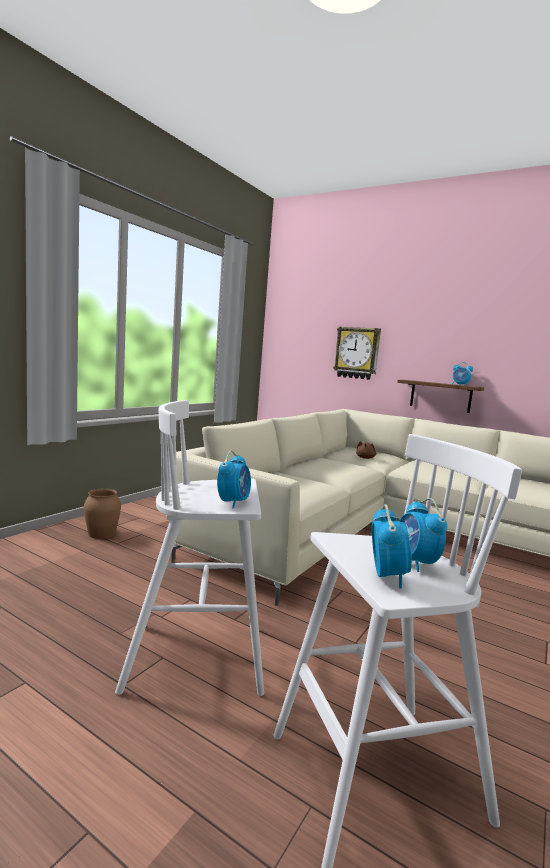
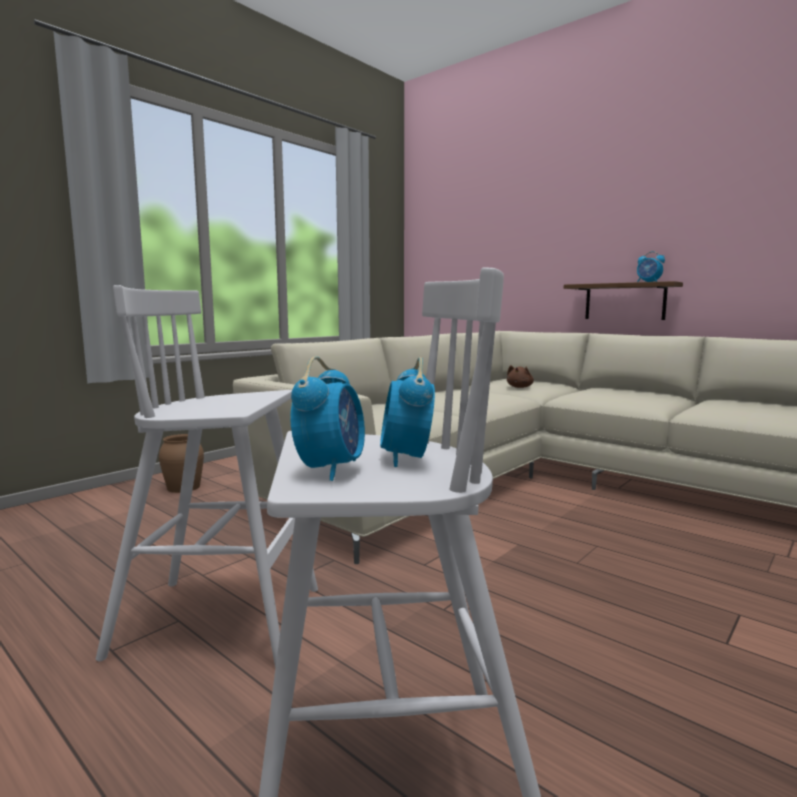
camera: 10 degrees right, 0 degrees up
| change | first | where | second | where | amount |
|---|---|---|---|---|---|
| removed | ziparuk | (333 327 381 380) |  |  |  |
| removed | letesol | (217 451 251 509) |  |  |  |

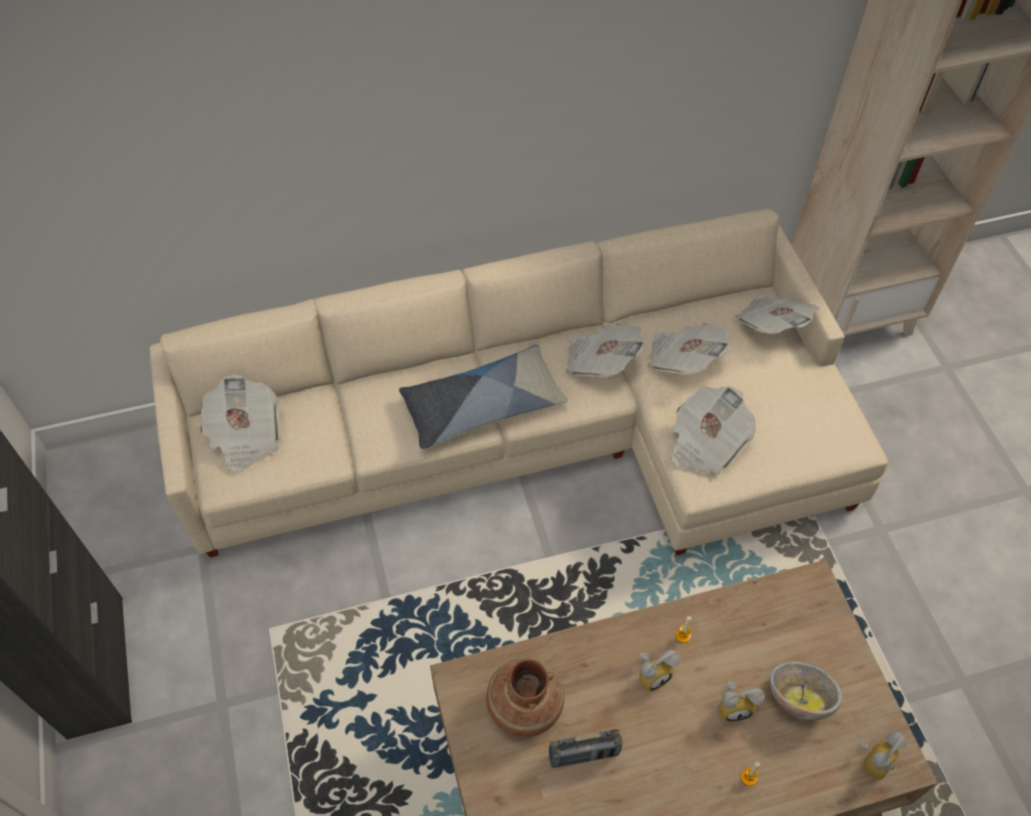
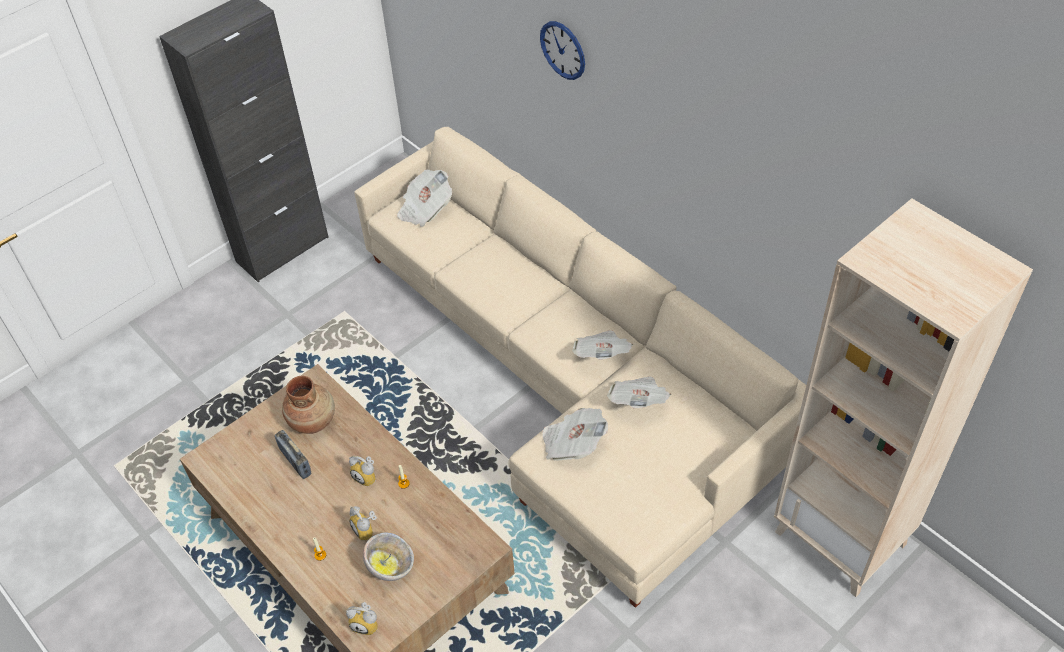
camera: 65 degrees right, 5 degrees down
| change | first | where | second | where | amount |
|---|---|---|---|---|---|
| removed | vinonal | (735 294 820 334) |  |  |  |
| removed | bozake | (399 344 568 449) |  |  |  |
| added |  |  | ziparuk | (540 21 585 80) |  |

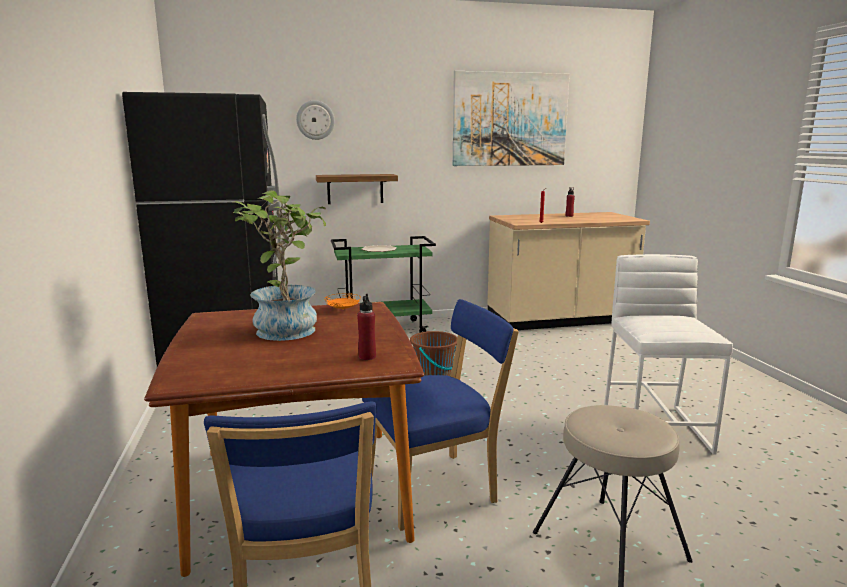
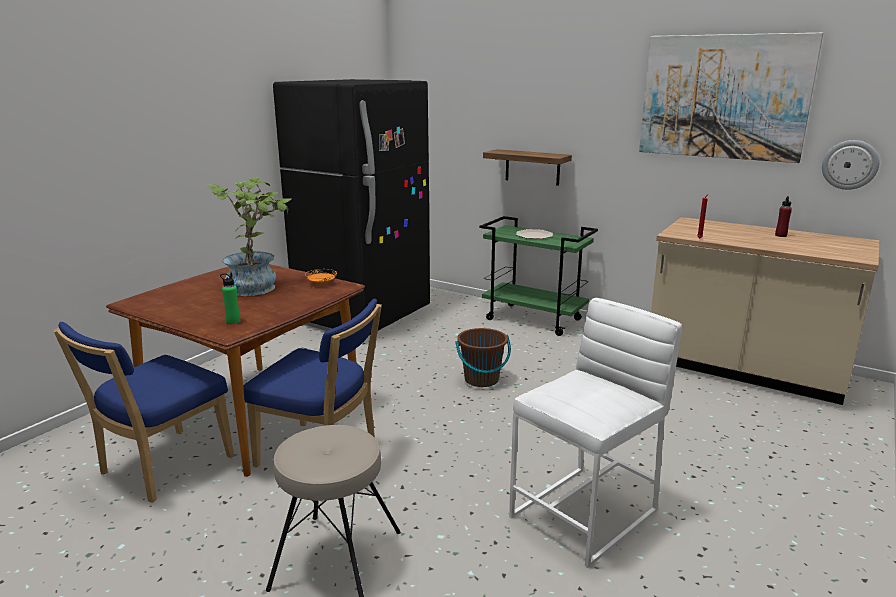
camera: 45 degrees right, 5 degrees up
| change | first | where | second | where | amount |
|---|---|---|---|---|---|
| moved | ziparuk | (296 100 335 140) |  | (822 140 880 190) |  |
| recoloured | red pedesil | (357 294 376 360) | green pedesil | (220 272 240 324) |  |

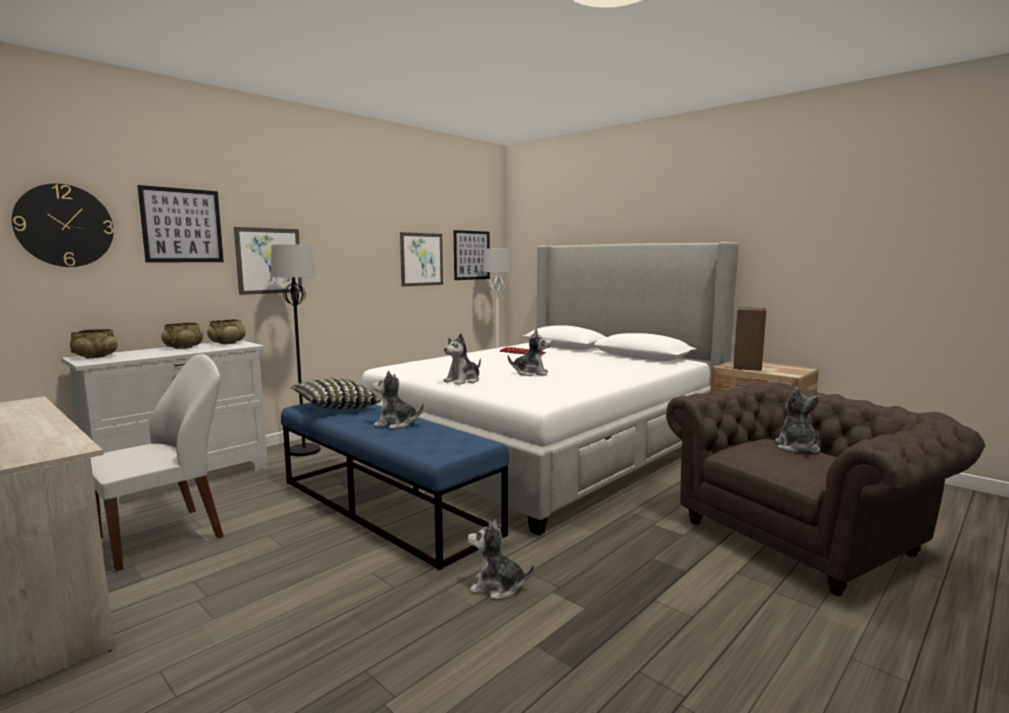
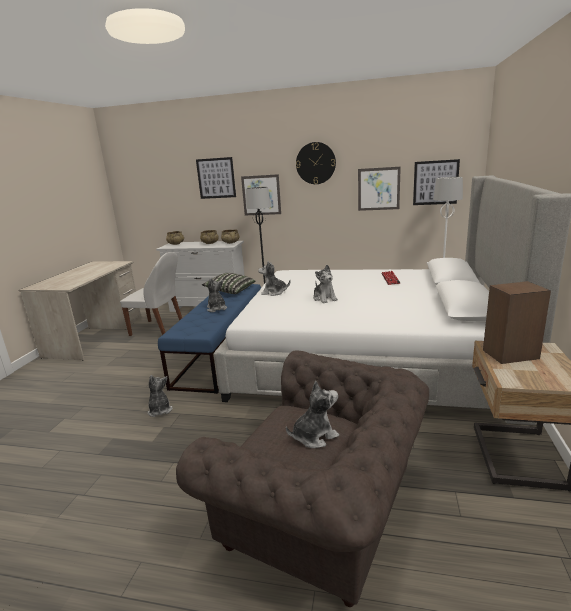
camera: 60 degrees right, 10 degrees up
| change | first | where | second | where | amount |
|---|---|---|---|---|---|
| moved | ziparuk | (12 184 114 267) |  | (296 142 336 184) |  |

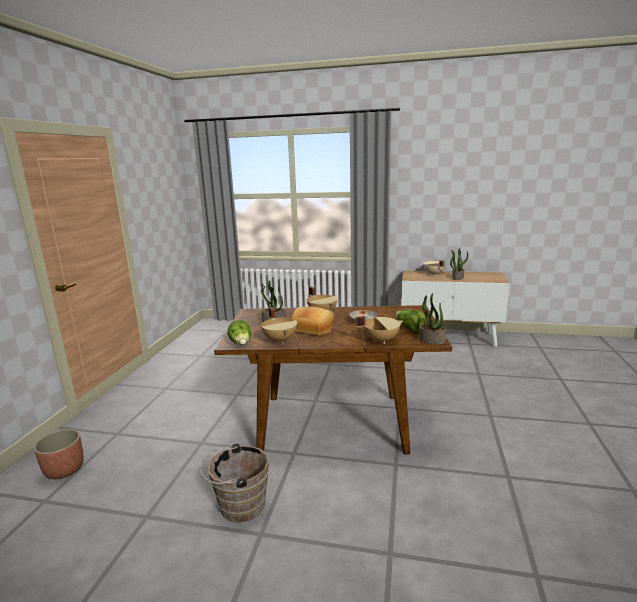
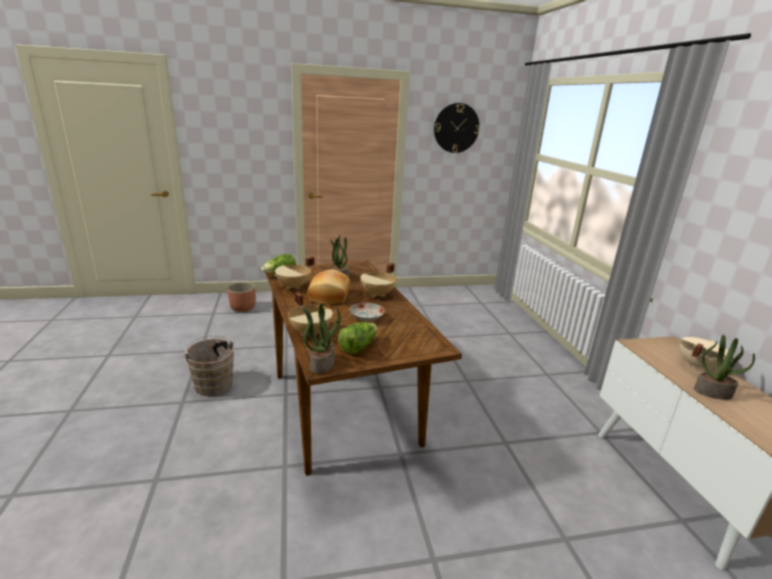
camera: 65 degrees right, 5 degrees up
| change | first | where | second | where | amount |
|---|---|---|---|---|---|
| added |  |  | ziparuk | (434 103 480 153) |  |

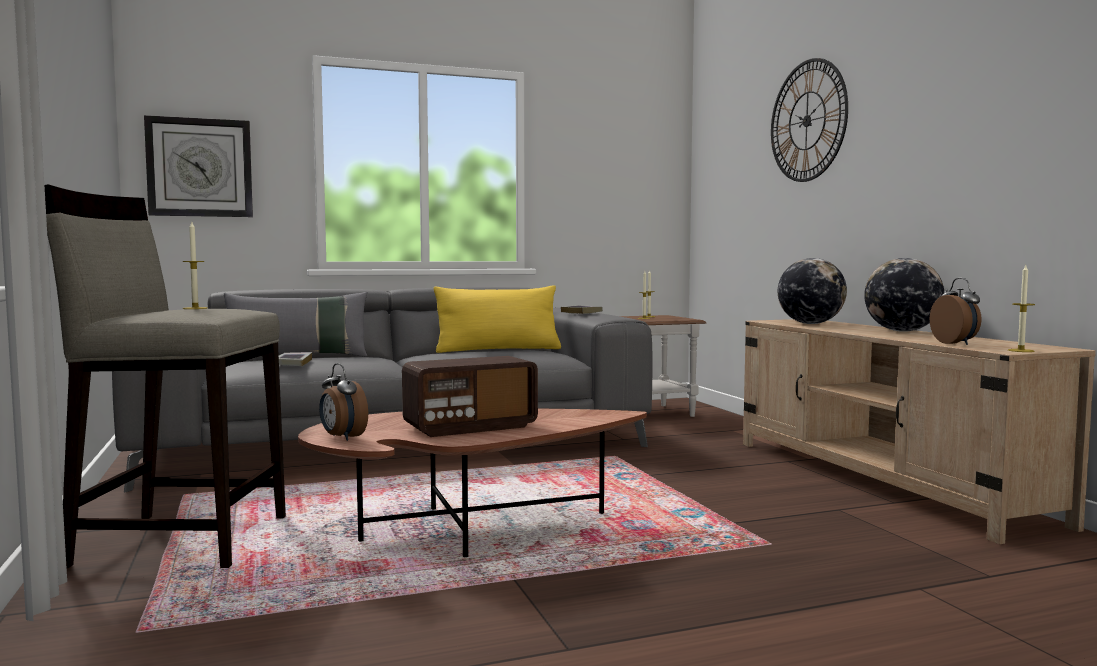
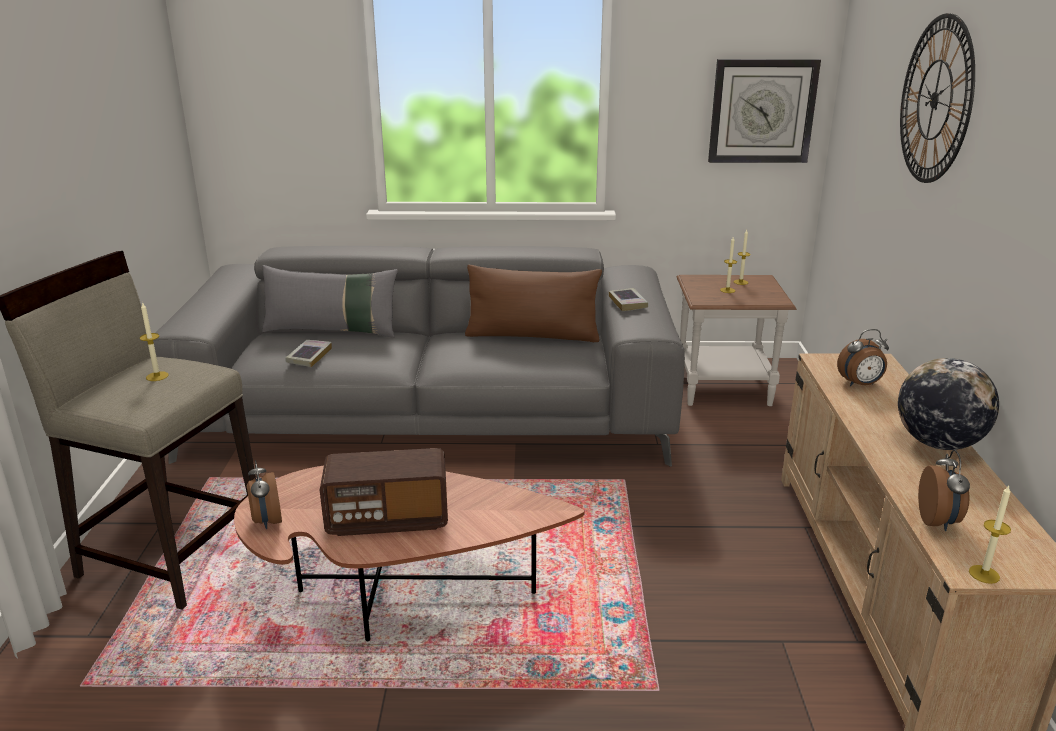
camera: 20 degrees right, 20 degrees up
| change | first | where | second | where | amount |
|---|---|---|---|---|---|
| moved | ziparuk | (144 115 253 217) |  | (708 59 821 163) |  |
| replaced | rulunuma | (778 258 847 324) | letesol | (837 329 889 387) |  |
| recoloured | yellow bozake | (434 285 561 353) | brown bozake | (465 265 602 342) |  |

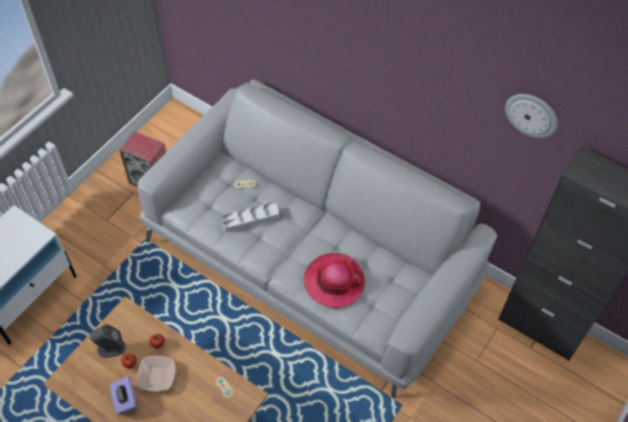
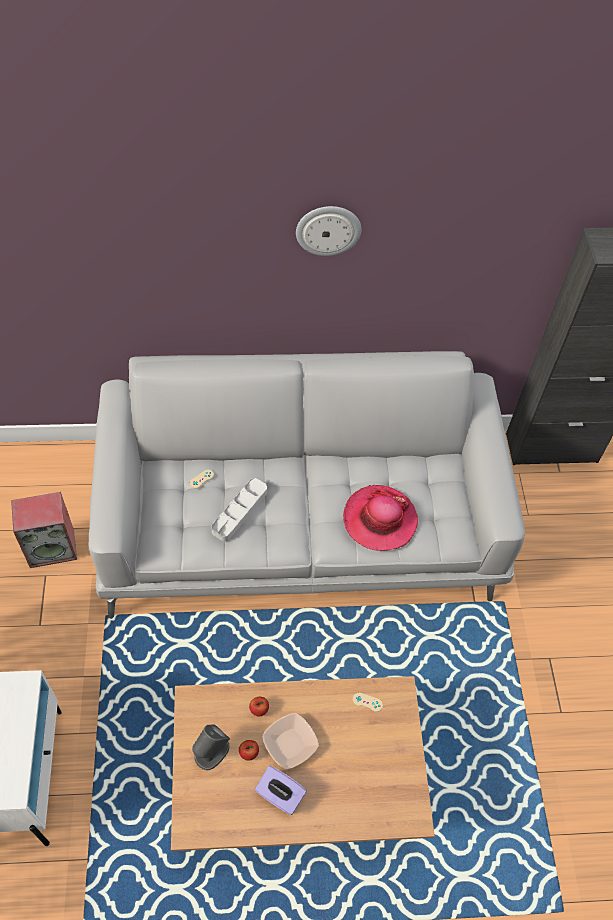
camera: 40 degrees left, 0 degrees up
| change | first | where | second | where | amount |
|---|---|---|---|---|---|
| moved | ziparuk | (505 94 558 138) |  | (296 206 362 256) |  |

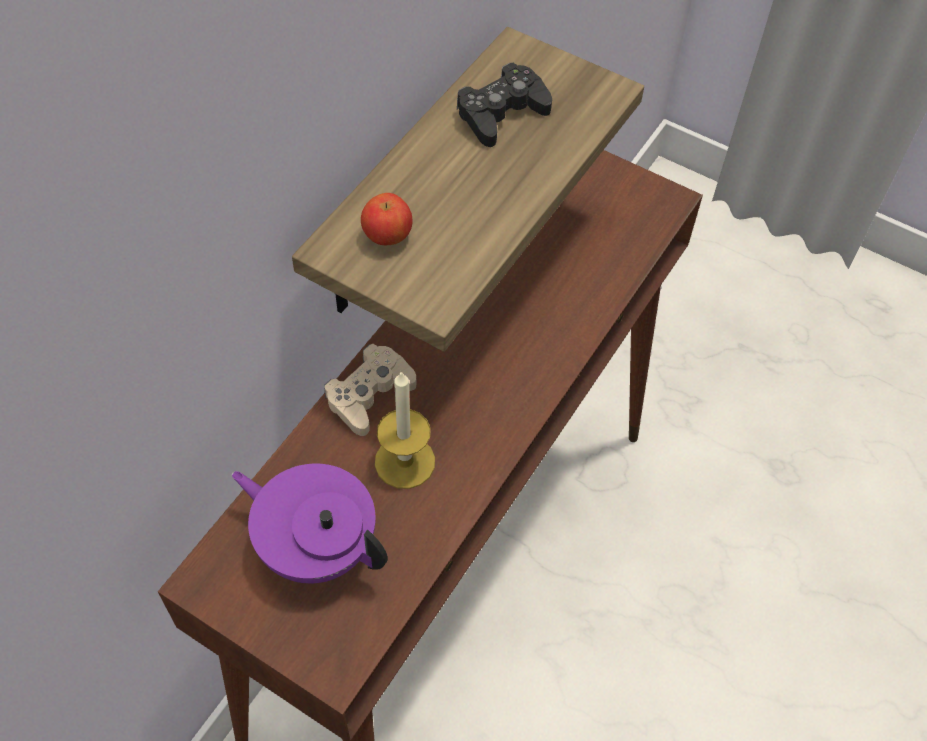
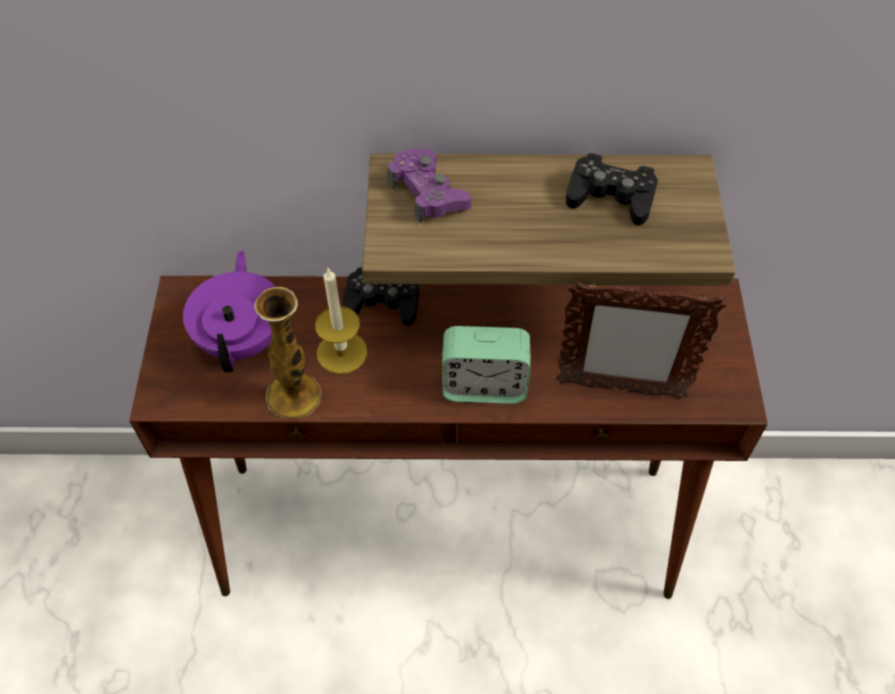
camera: 60 degrees right, 0 degrees up
| change | first | where | second | where | amount |
|---|---|---|---|---|---|
| replaced | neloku | (361 193 413 245) | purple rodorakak | (387 148 471 223) |  |
| recoloured | beige rodorakak | (324 344 416 436) | black rodorakak | (343 267 420 326) |  |
| added |  |  | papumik | (556 281 727 399) |  |
| added |  |  | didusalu | (254 287 321 419) |  |
| added |  |  | letesol | (442 326 531 404) |  |

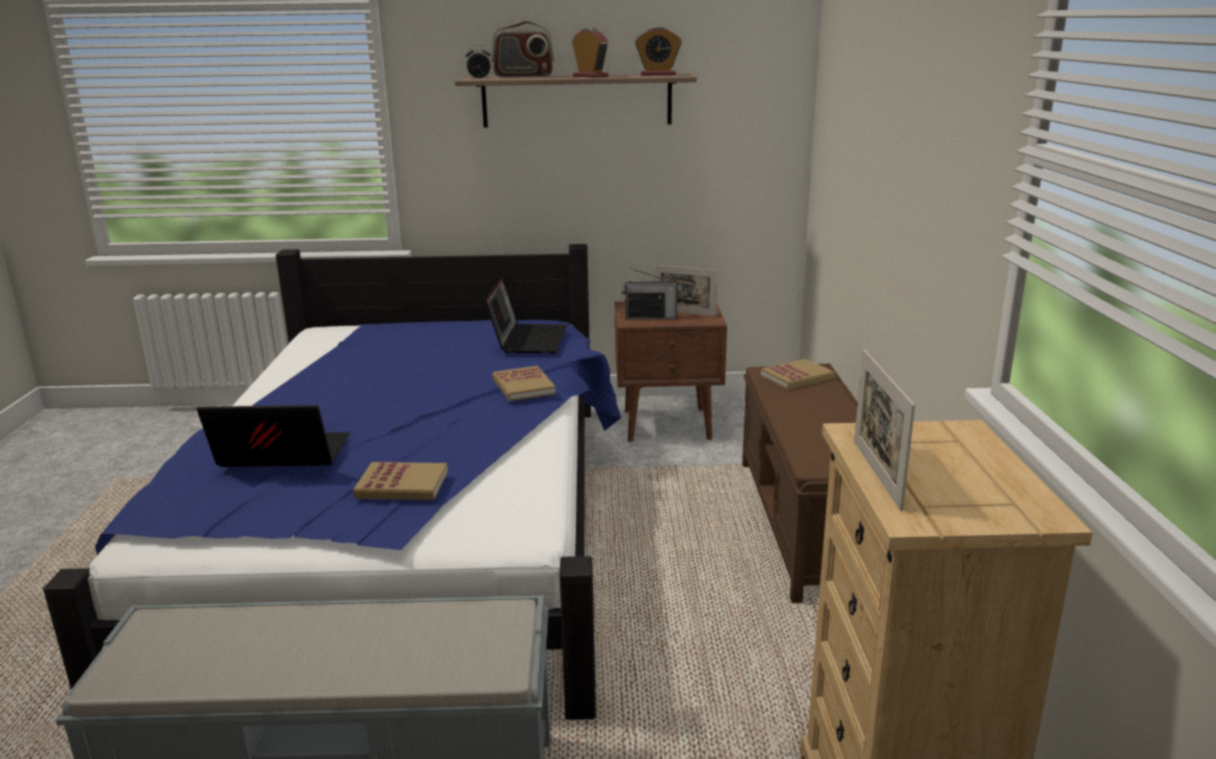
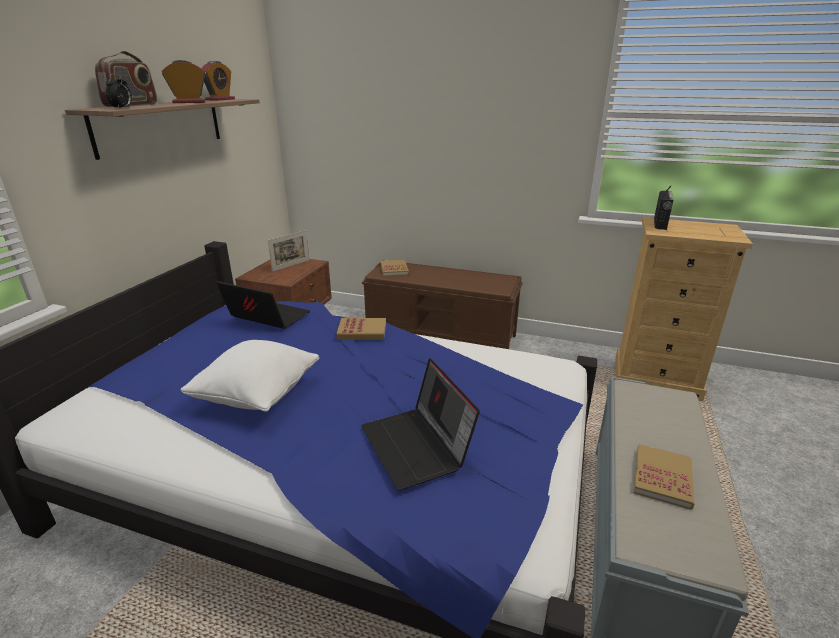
camera: 70 degrees left, 5 degrees up
| change | first | where | second | where | amount |
|---|---|---|---|---|---|
| moved | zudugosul | (622 268 681 320) |  | (654 186 673 230) |  |
| removed | papumik | (854 349 915 511) |  |  |  |
| turned | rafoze | (197 405 350 467) |  | (361 358 480 490) | 45 degrees counterclockwise |
| moved | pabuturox | (353 462 448 500) |  | (634 444 695 510) |  |
| added |  |  | white bozake | (181 340 319 412) |  |

